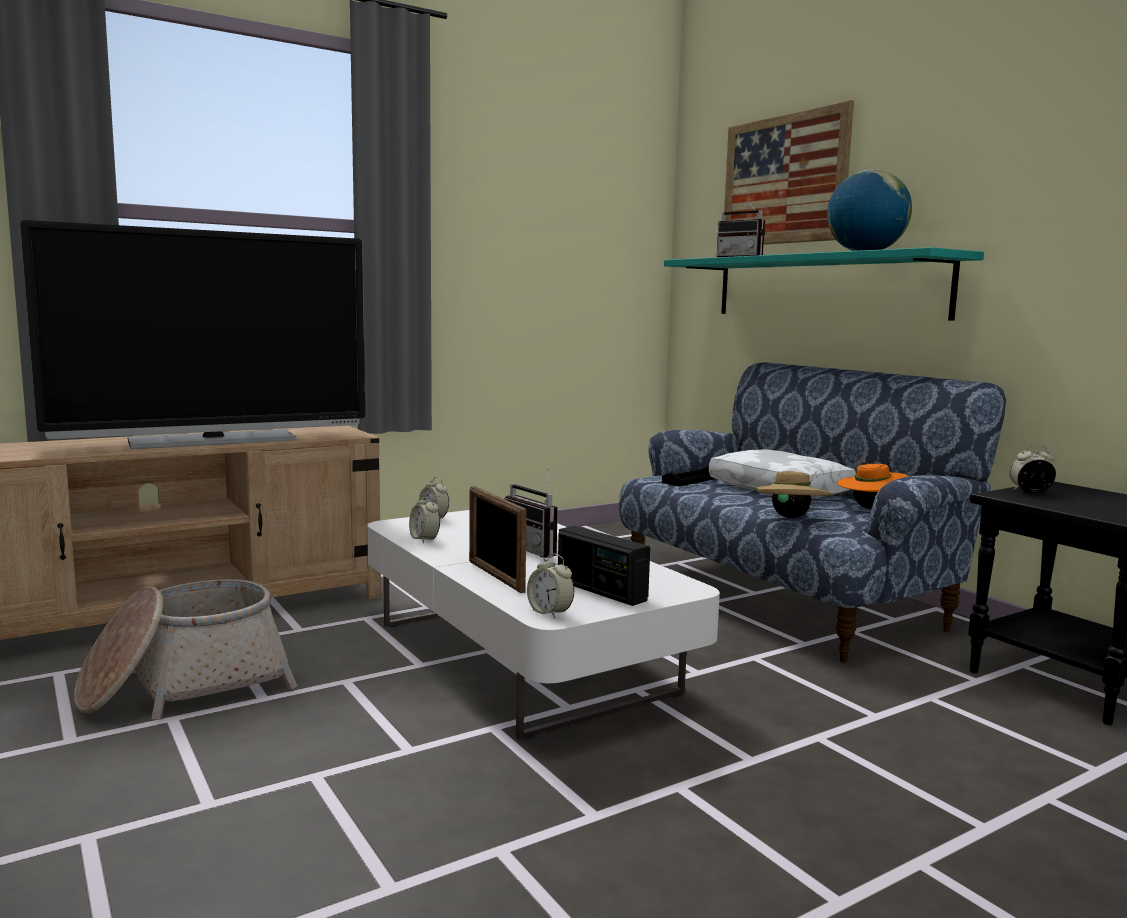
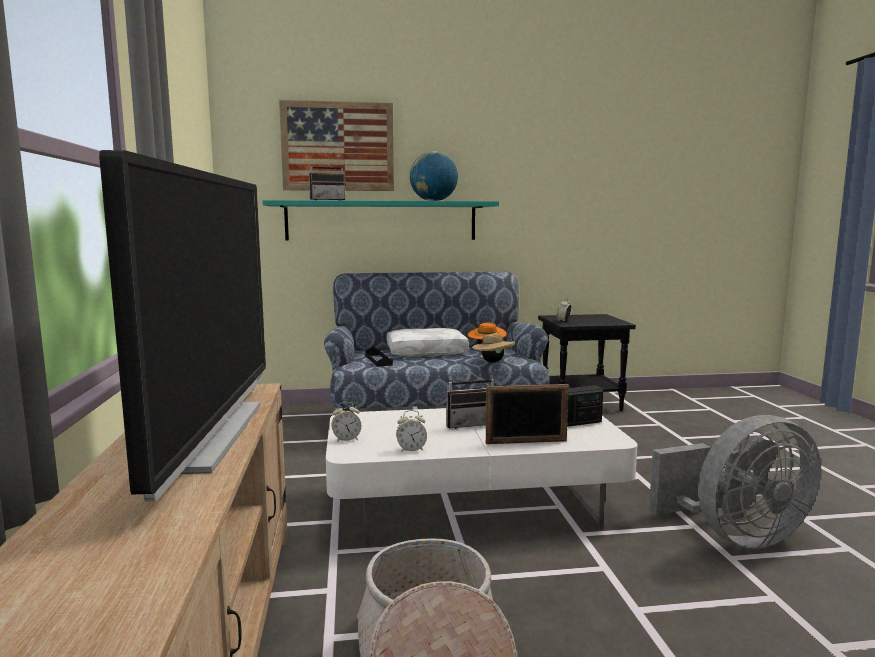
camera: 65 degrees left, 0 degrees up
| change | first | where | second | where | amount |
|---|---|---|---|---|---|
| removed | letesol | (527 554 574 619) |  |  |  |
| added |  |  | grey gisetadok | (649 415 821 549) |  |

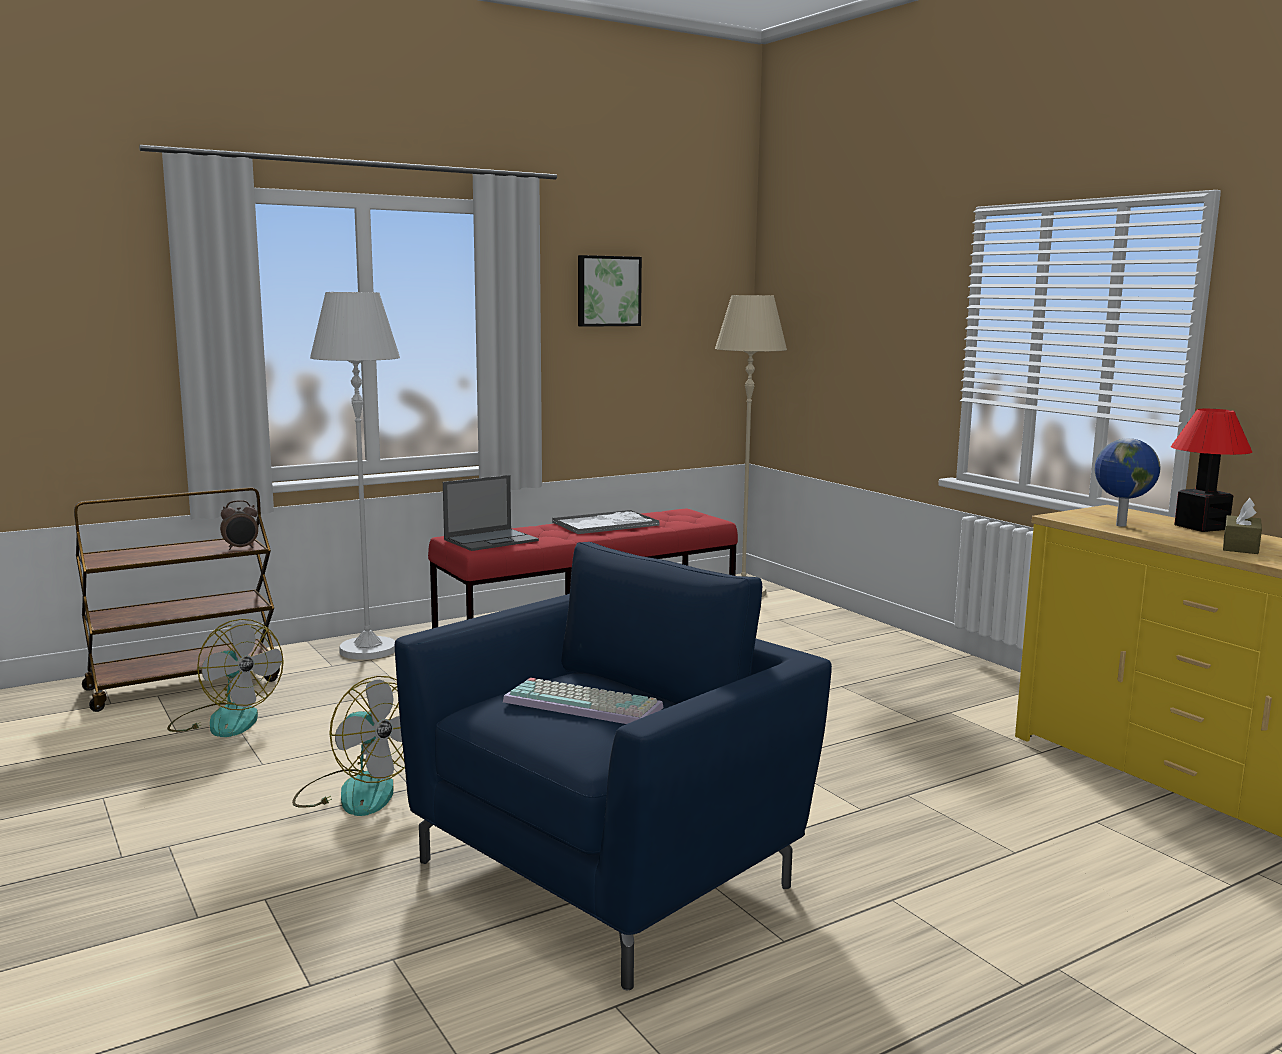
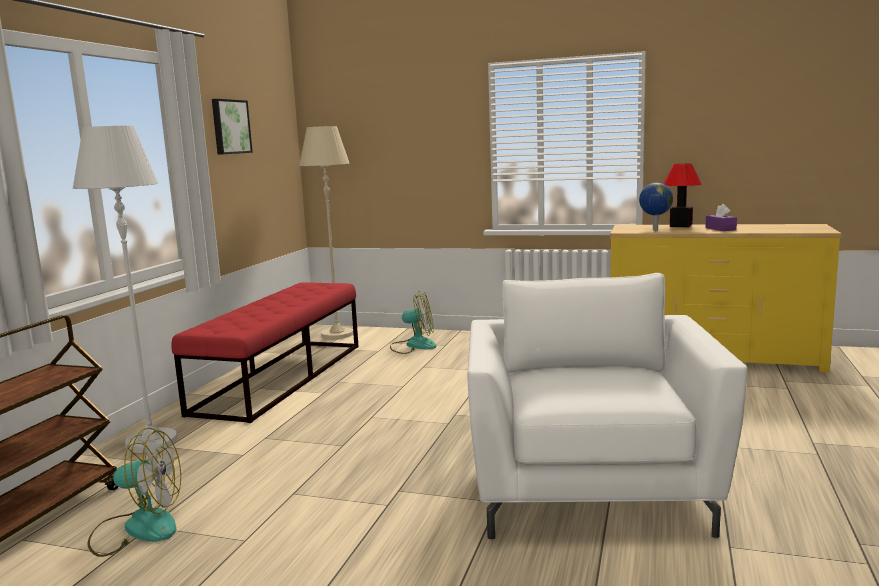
camera: 40 degrees left, 0 degrees up
| change | first | where | second | where | amount |
|---|---|---|---|---|---|
| removed | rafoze | (443 475 539 551) |  |  |  |
| recoloured | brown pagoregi | (1223 498 1262 554) | purple pagoregi | (705 204 737 231) |  |
| removed | letesol | (220 500 258 550) |  |  |  |
| removed | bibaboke | (552 510 660 534) |  |  |  |
| recoloured | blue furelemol | (395 542 832 990) | white furelemol | (467 273 748 539) |  |
| moved | gisetadok | (292 676 405 816) |  | (390 291 437 354) |  |
| removed | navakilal | (503 678 664 724) |  |  |  |

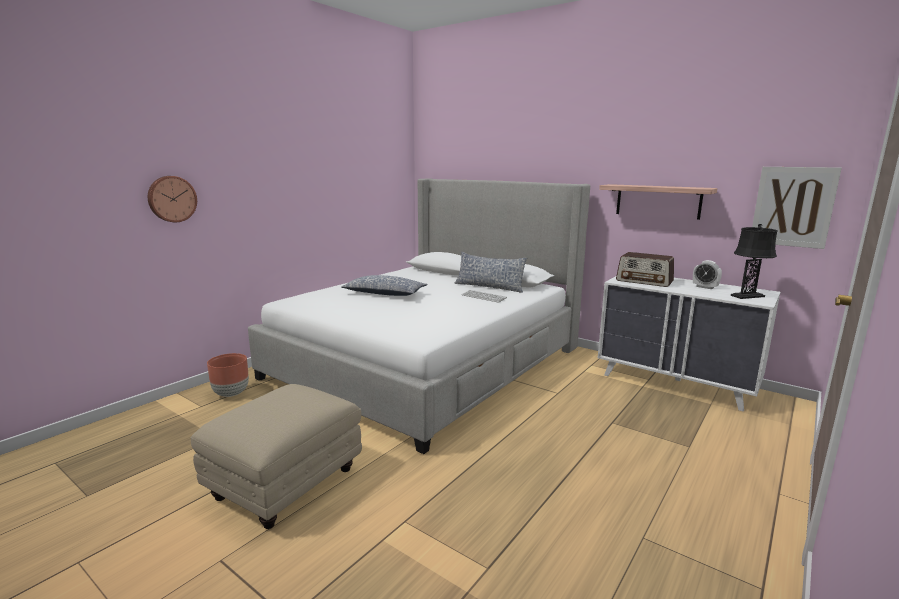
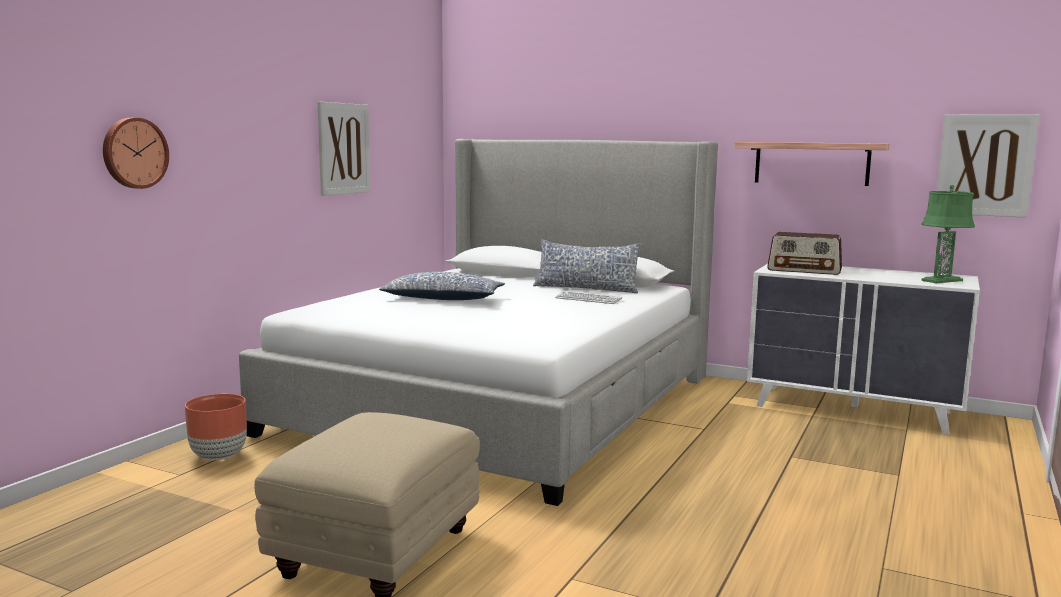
camera: 10 degrees left, 5 degrees down
| change | first | where | second | where | amount |
|---|---|---|---|---|---|
| recoloured | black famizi | (731 224 778 299) | green famizi | (921 185 975 283) |  |
| removed | letesol | (693 260 722 289) |  |  |  |
| added |  |  | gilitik | (318 102 370 196) |  |

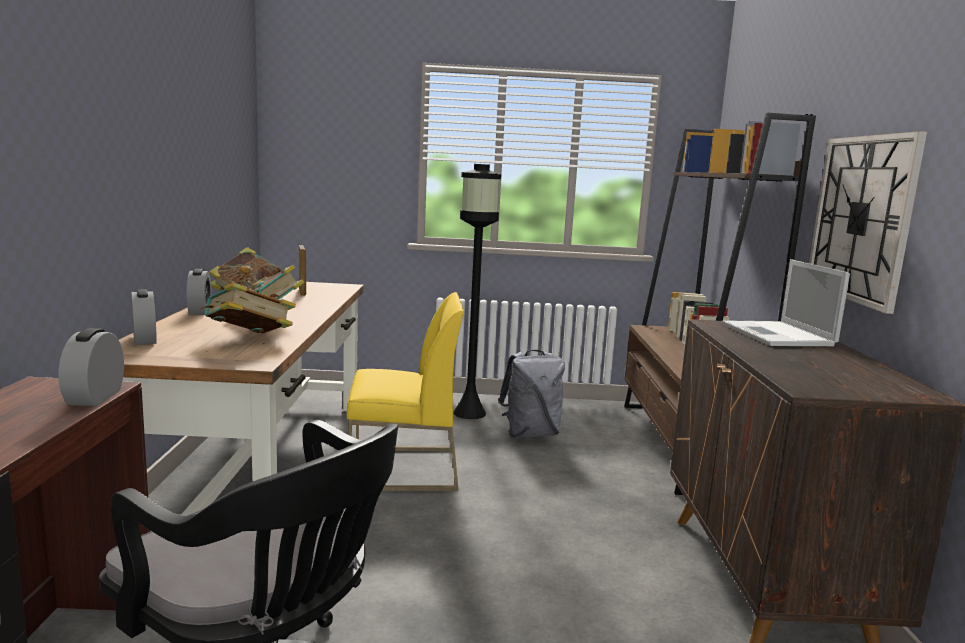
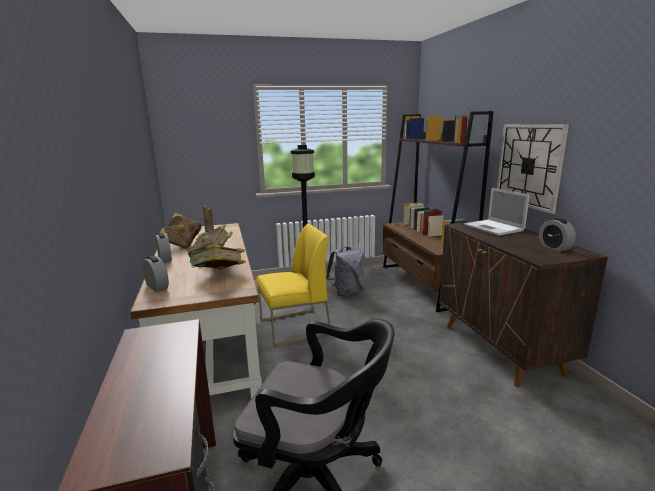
camera: 15 degrees left, 5 degrees up
| change | first | where | second | where | amount |
|---|---|---|---|---|---|
| moved | letesol | (58 328 124 406) |  | (539 218 576 252) |  |

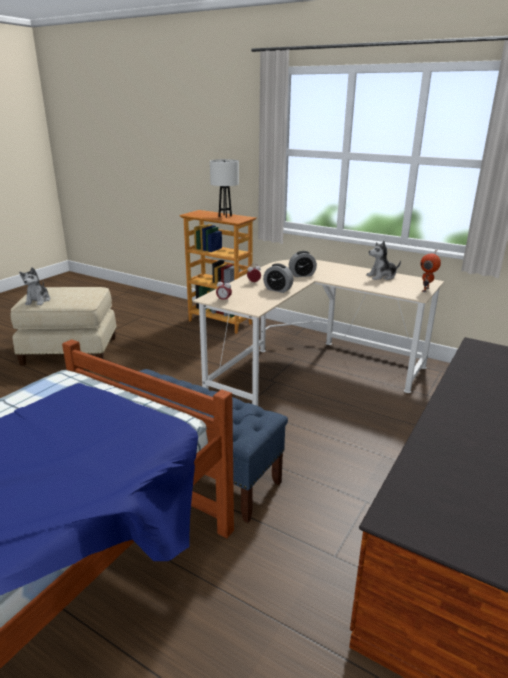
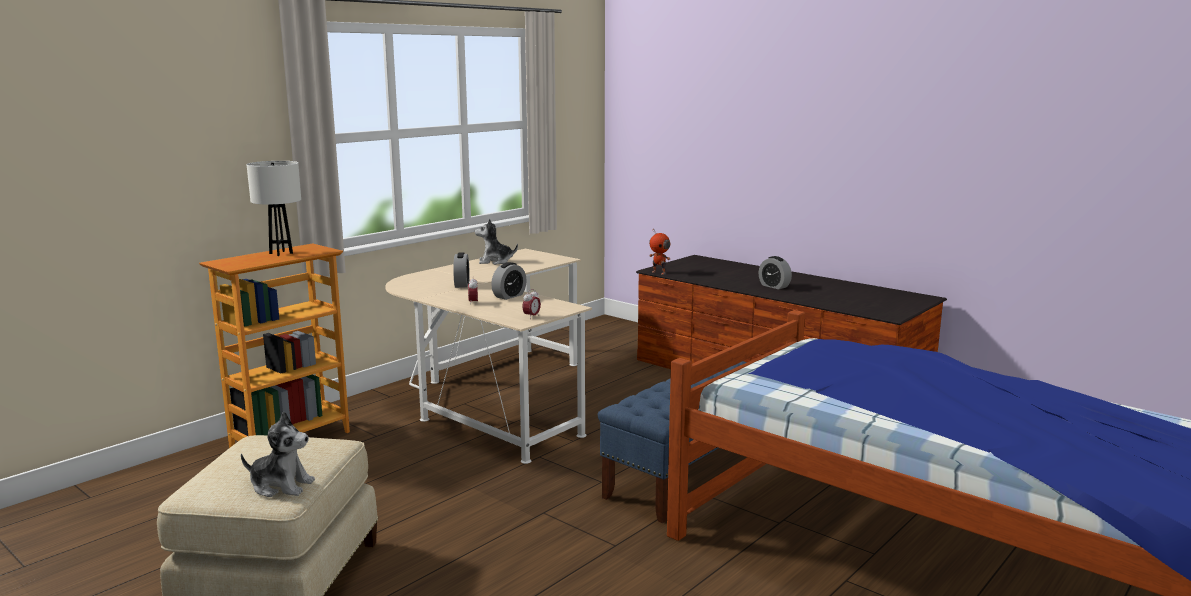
camera: 80 degrees left, 10 degrees down
| change | first | where | second | where | amount |
|---|---|---|---|---|---|
| turned | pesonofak | (367 241 401 280) |  | (475 219 518 265) | 90 degrees clockwise |
| moved | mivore | (420 249 441 292) |  | (649 228 671 275) |  |
| added |  |  | letesol | (759 256 792 289) |  |

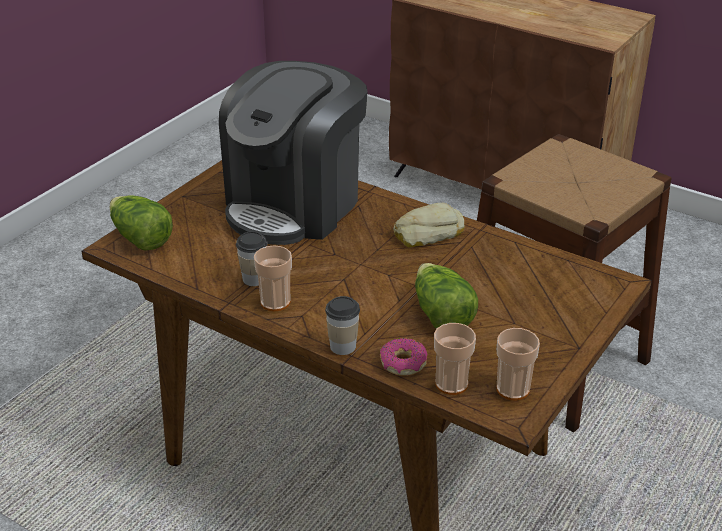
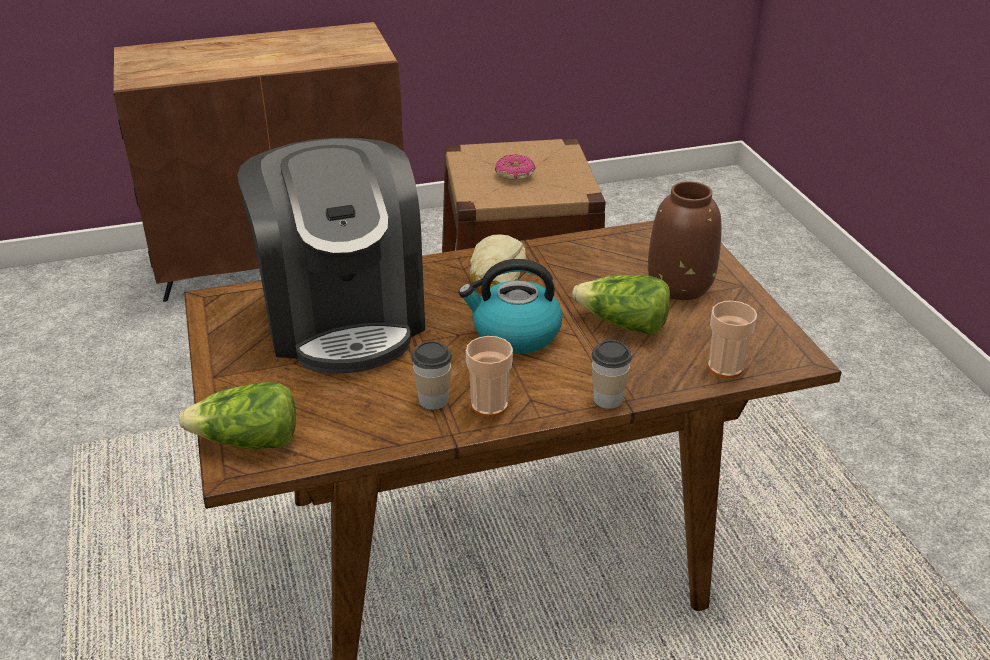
camera: 50 degrees left, 0 degrees up
| change | first | where | second | where | amount |
|---|---|---|---|---|---|
| removed | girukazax | (497 328 540 400) |  |  |  |
| moved | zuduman | (380 338 428 376) |  | (495 154 536 180) |  |
| added |  |  | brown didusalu | (648 181 722 300) |  |
| added |  |  | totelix | (458 259 563 354) |  |

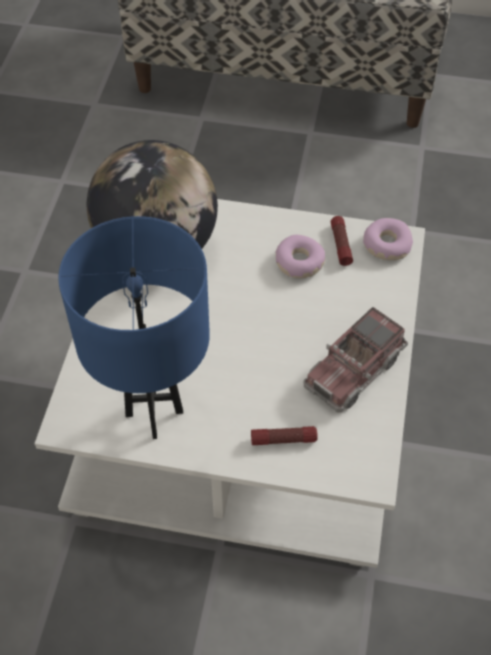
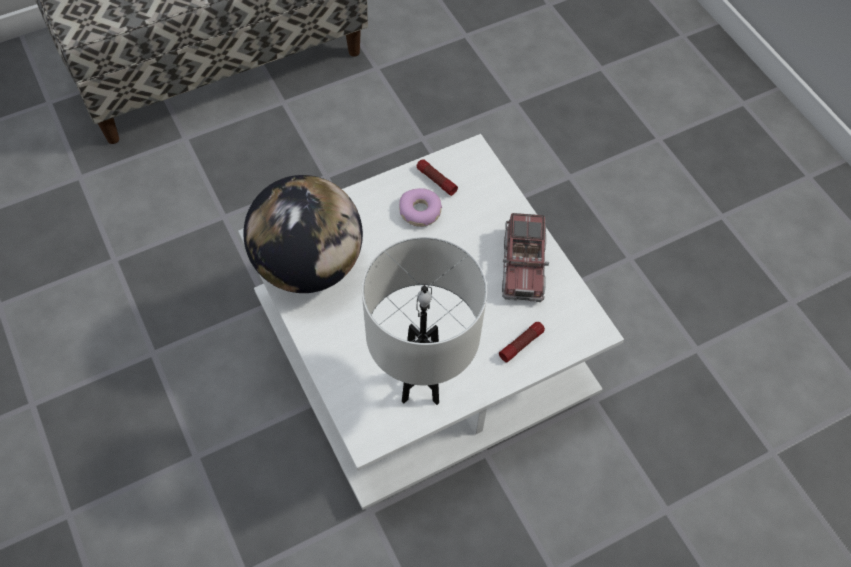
camera: 40 degrees left, 5 degrees up
| change | first | where | second | where | amount |
|---|---|---|---|---|---|
| recoloured | blue famizi | (58 216 210 439) | white famizi | (362 237 487 405) |  |
| removed | zuduman | (363 218 413 260) |  |  |  |

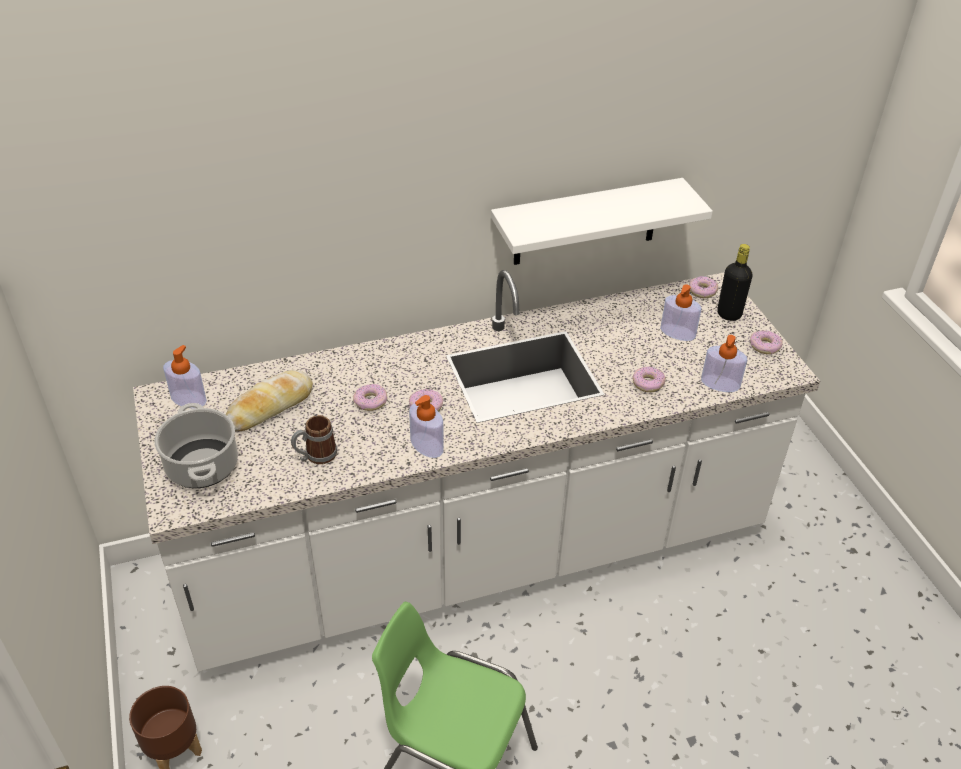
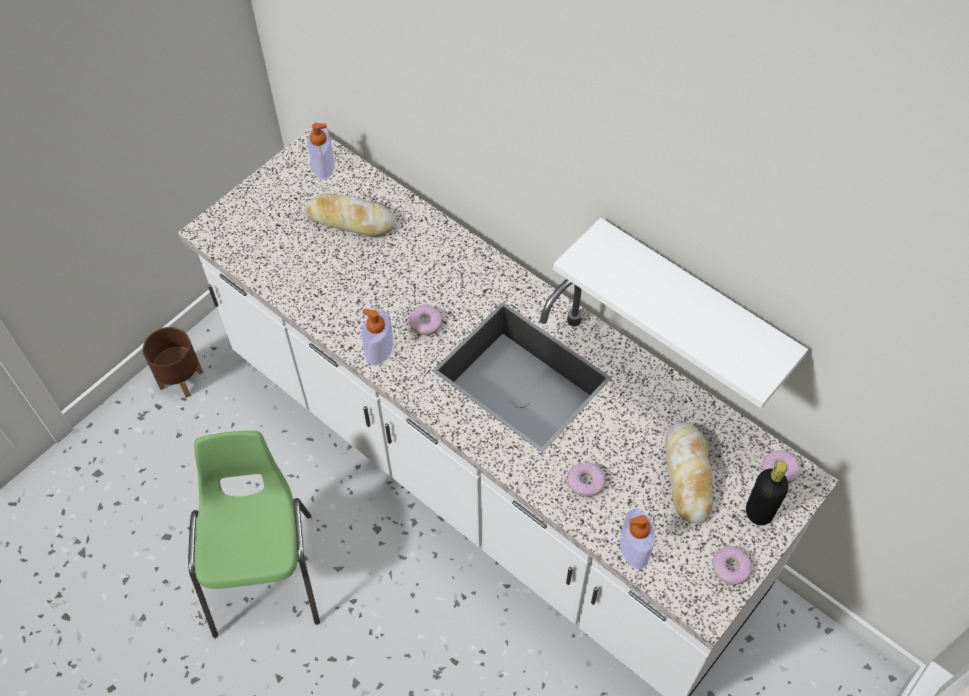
camera: 60 degrees right, 15 degrees up
| change | first | where | second | where | amount |
|---|---|---|---|---|---|
| replaced | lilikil | (660 284 701 341) | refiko | (665 422 713 523) |  |
| removed | zuduman | (353 384 387 411) |  |  |  |
| removed | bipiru | (154 403 238 488) |  |  |  |
| removed | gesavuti | (291 415 337 464) |  |  |  |

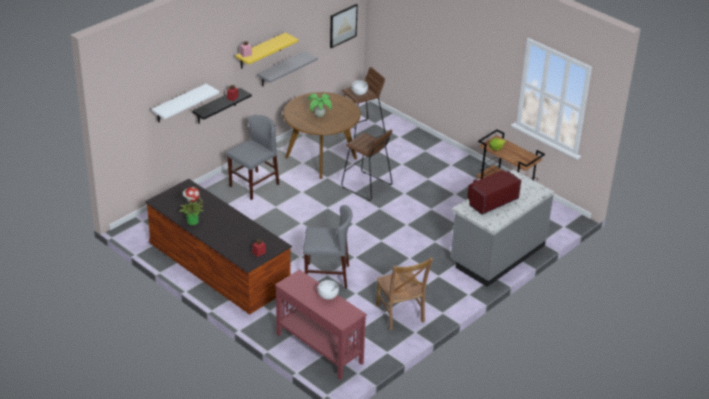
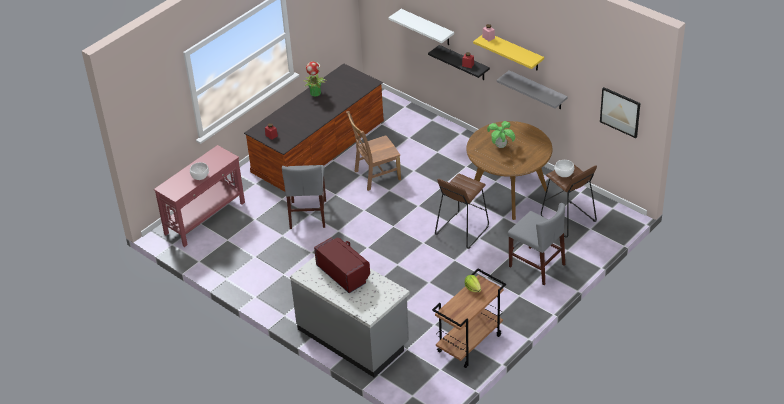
camera: 90 degrees right, 5 degrees up
| change | first | where | second | where | amount |
|---|---|---|---|---|---|
| moved | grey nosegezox | (226 115 279 200) |  | (508 203 565 285) |  |
| moved | brown nosegezox | (376 258 433 330) |  | (346 111 401 191) |  |

